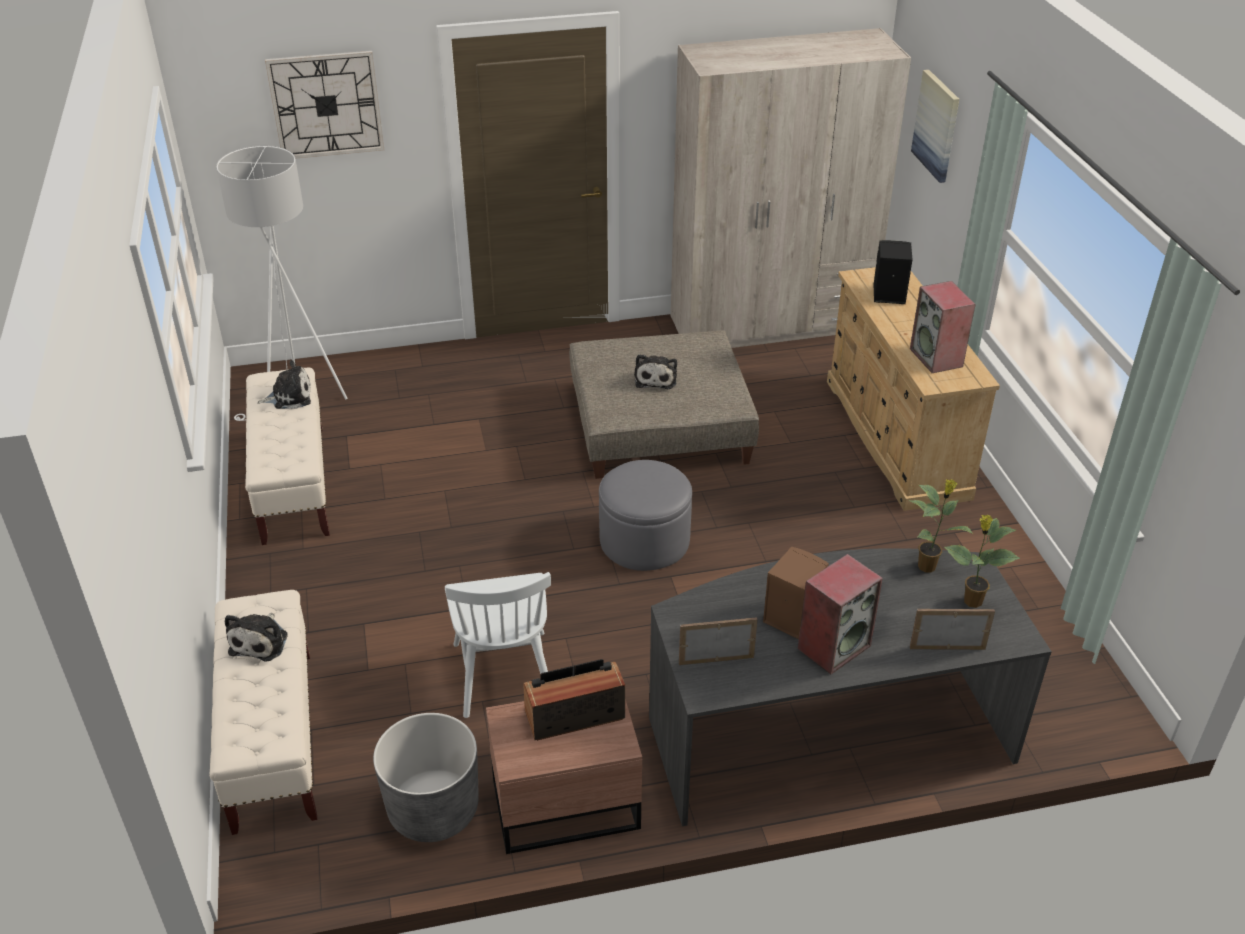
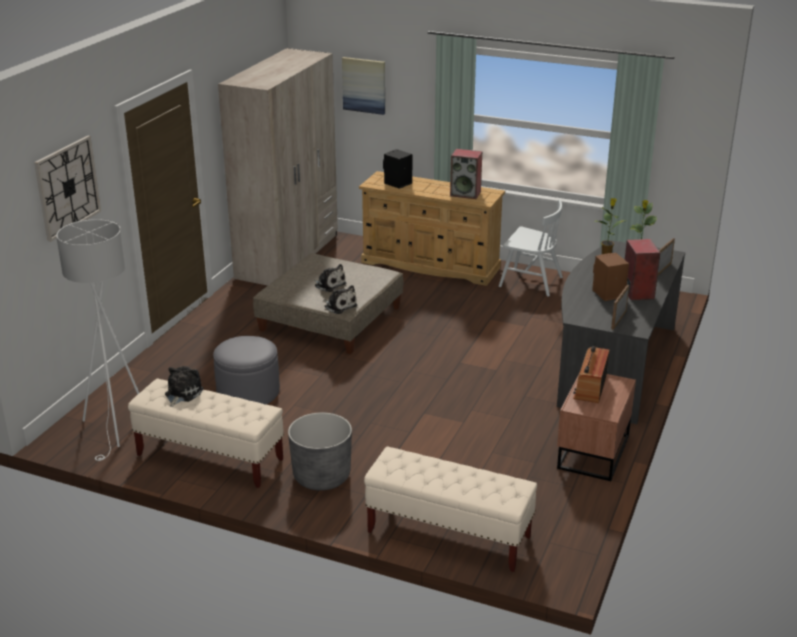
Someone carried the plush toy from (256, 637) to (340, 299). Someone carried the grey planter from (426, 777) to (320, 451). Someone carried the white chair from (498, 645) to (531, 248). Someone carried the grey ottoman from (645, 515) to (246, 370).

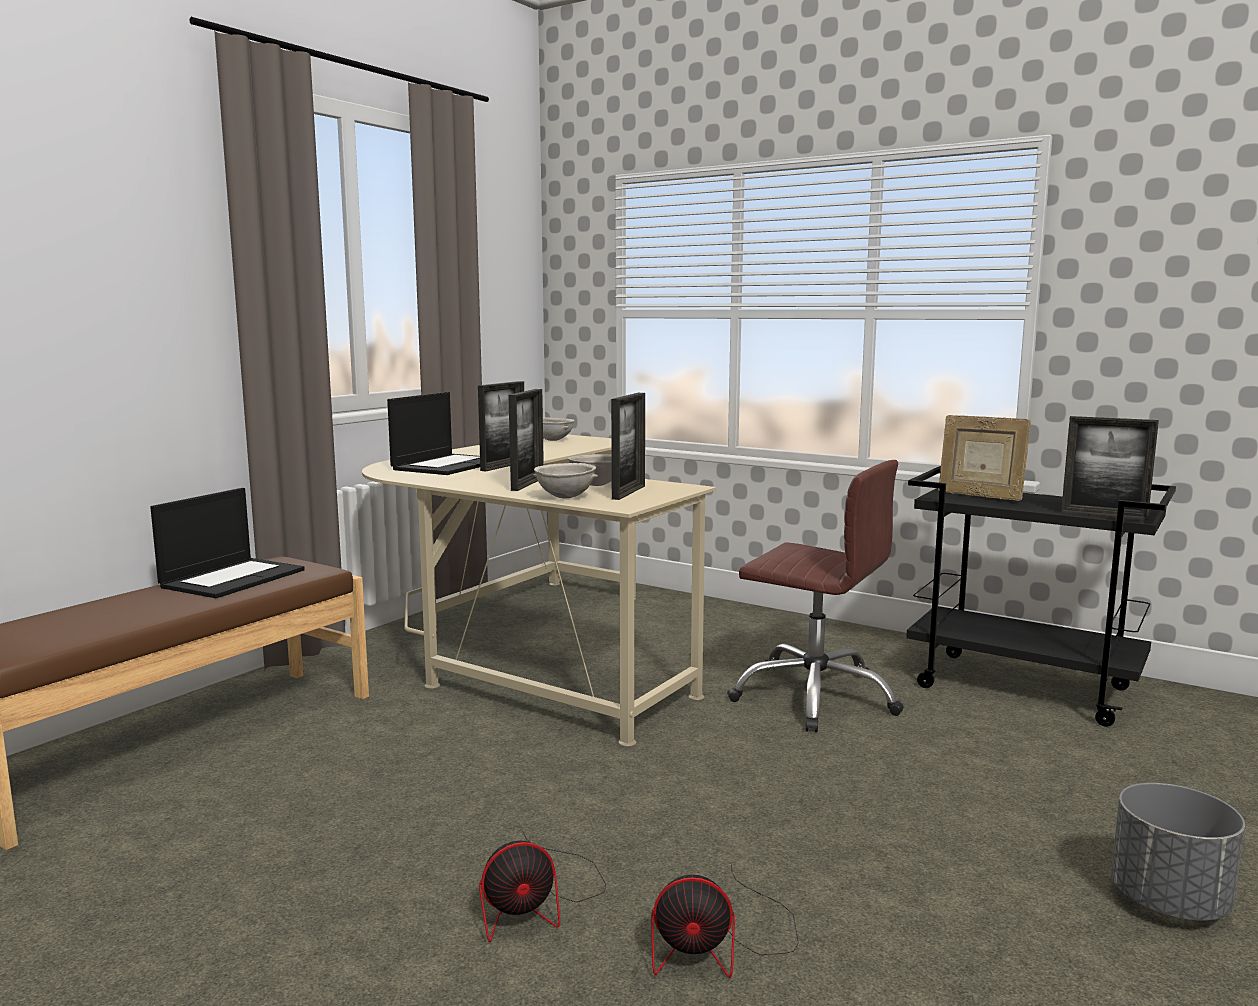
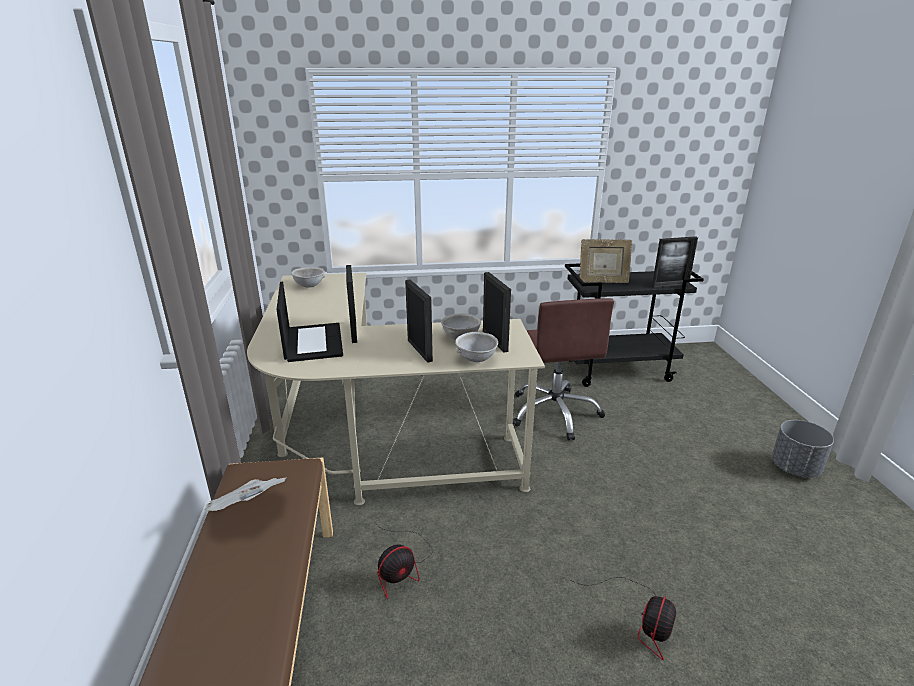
Someone carried the fan from (725, 920) to (403, 560). Someone swapped the laptop at (227, 543) for the newspaper at (246, 494). Someone rotated the brown office chair at (815, 596) by 90 degrees clockwise.

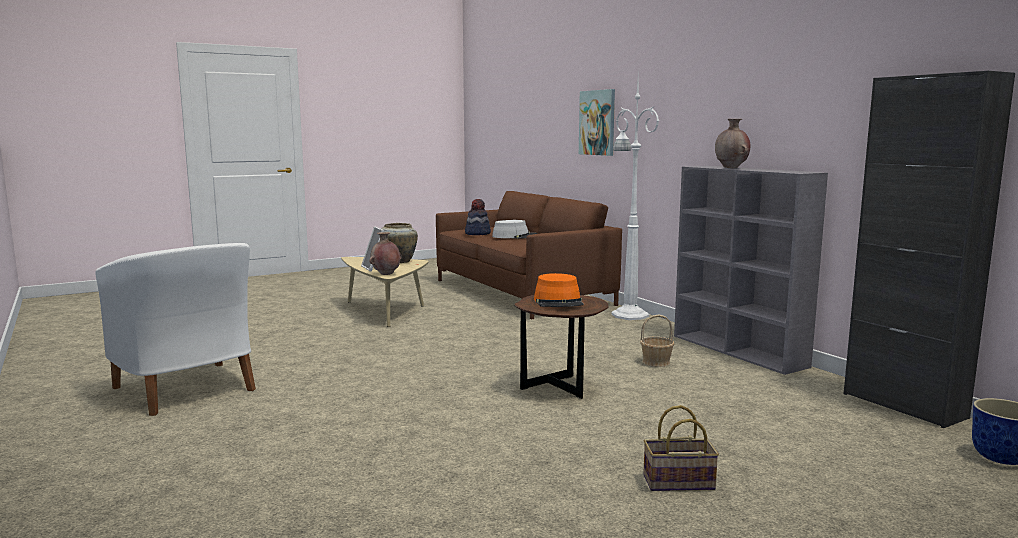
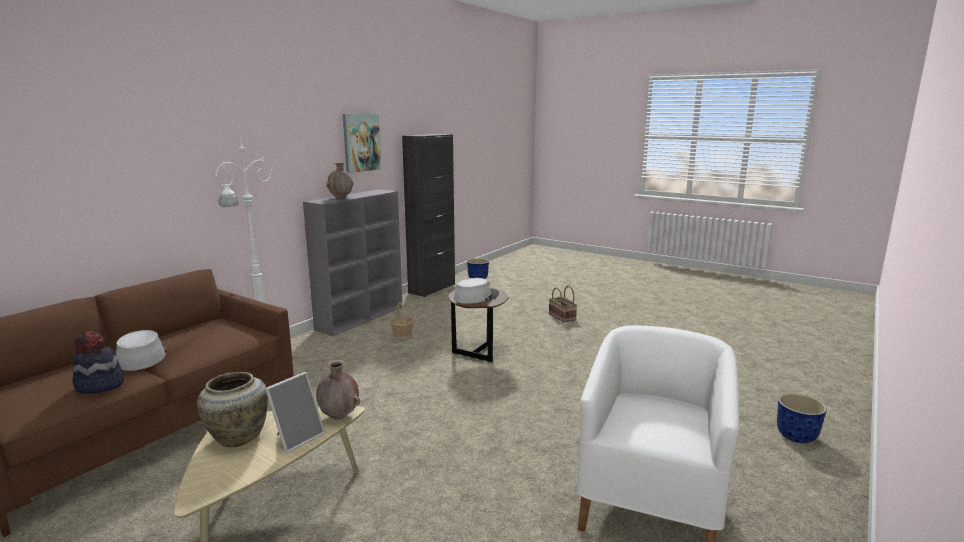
Someone put down the planter at (802, 418). Someone carried the picture from (597, 122) to (362, 143). Someone repainted the orange hat at (559, 290), which became the grey hat at (476, 291).

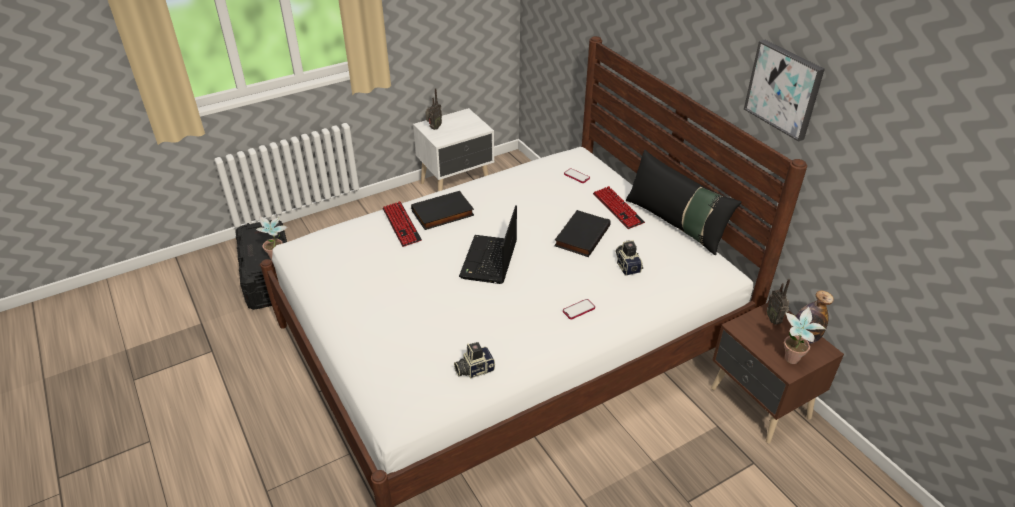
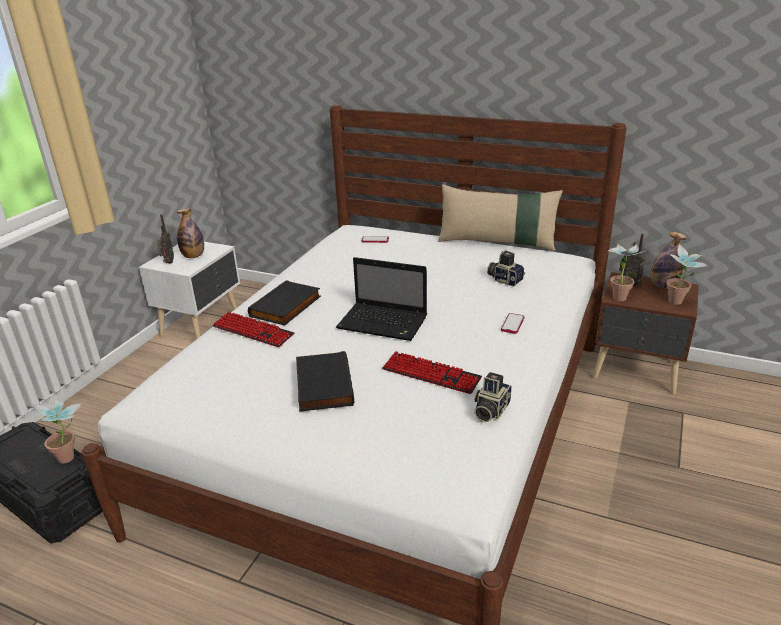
Someone took away the picture at (784, 91). Someone put down the bottle at (190, 233). Someone put down the potted plant at (627, 272). Someone carried the black book from (582, 233) to (325, 381). Someone carried the keyboard from (619, 207) to (432, 372). Someone repainted the black pillow at (683, 202), which became the beige pillow at (500, 217). Someone rotated the laptop at (488, 244) by 45 degrees counterclockwise.

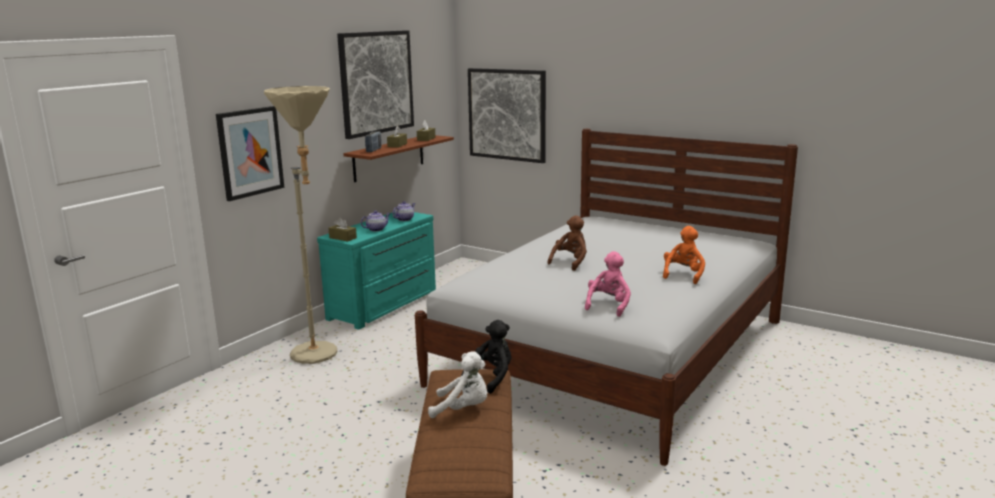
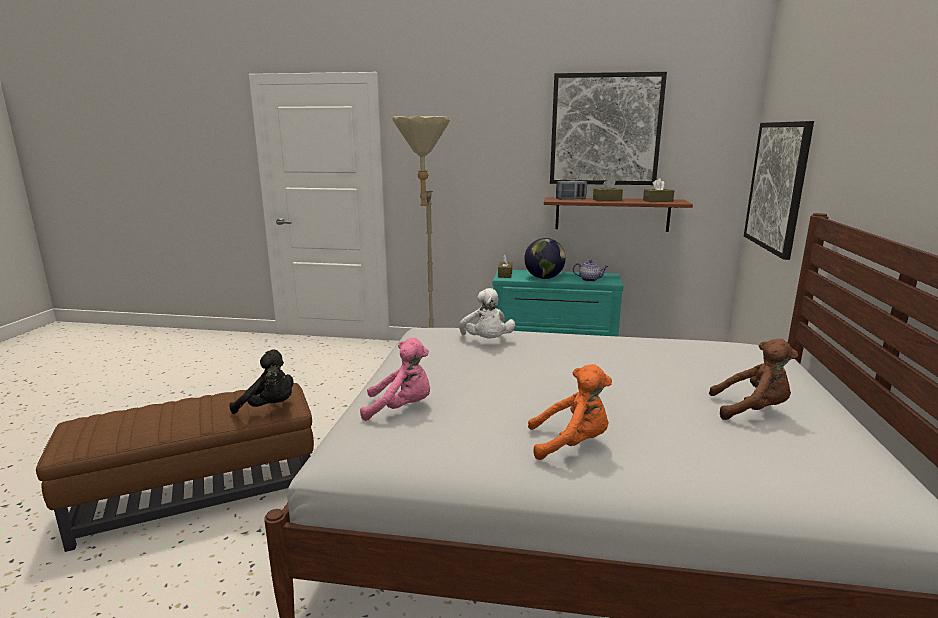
Someone took away the picture at (250, 153). Someone carried the white plush toy from (457, 384) to (487, 313). Someone carried the brown plush toy from (567, 243) to (753, 379). Someone swapped the teapot at (375, 221) for the globe at (545, 258).

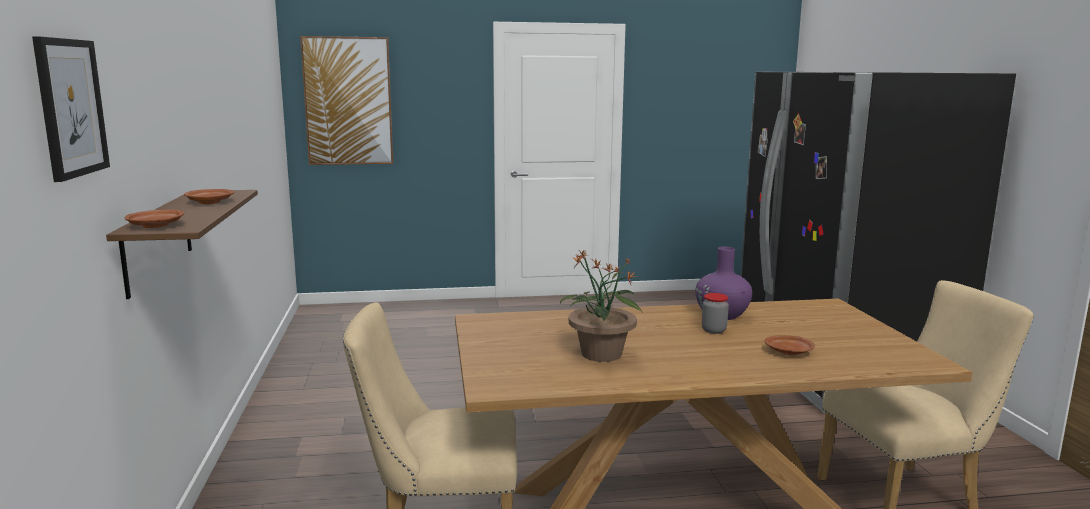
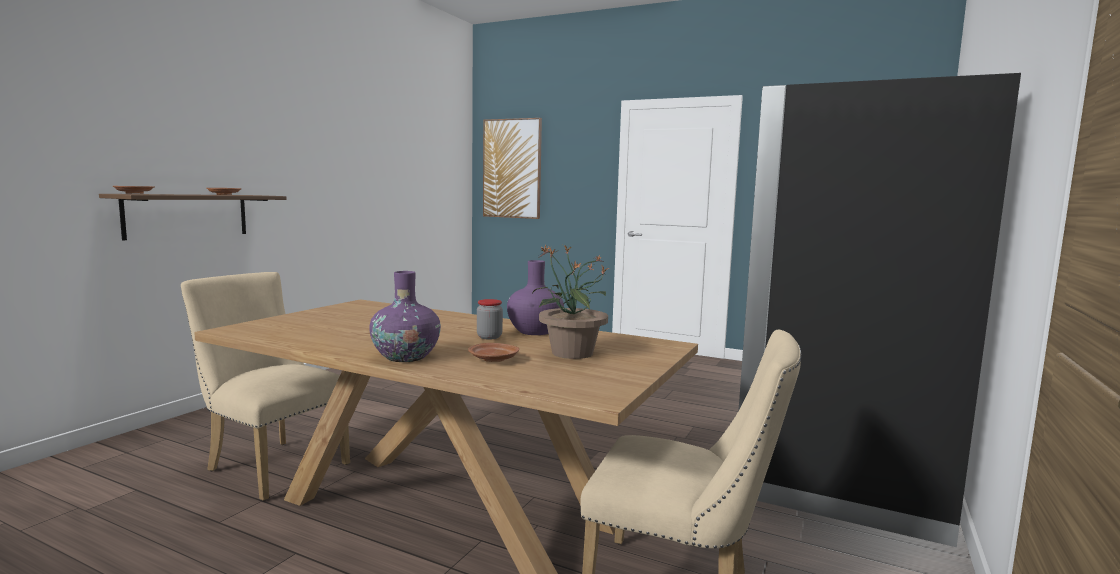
Someone took away the picture at (71, 109). Someone put down the purple vase at (405, 316). Someone carried the potted plant from (601, 305) to (571, 301).

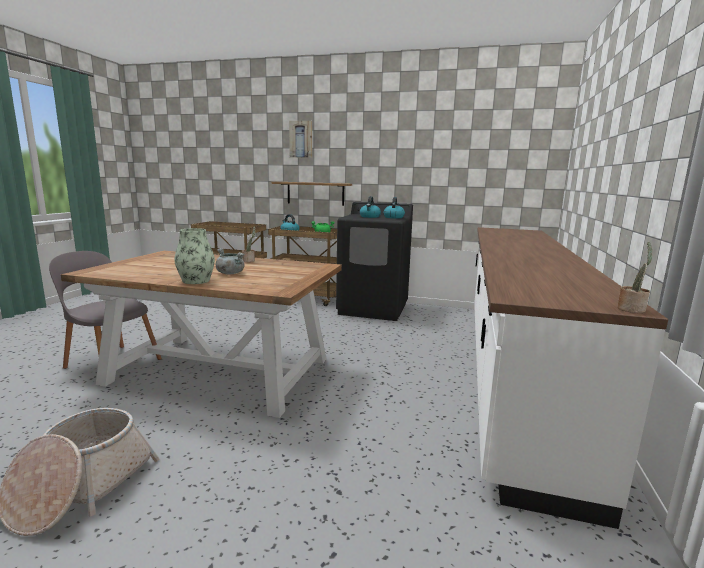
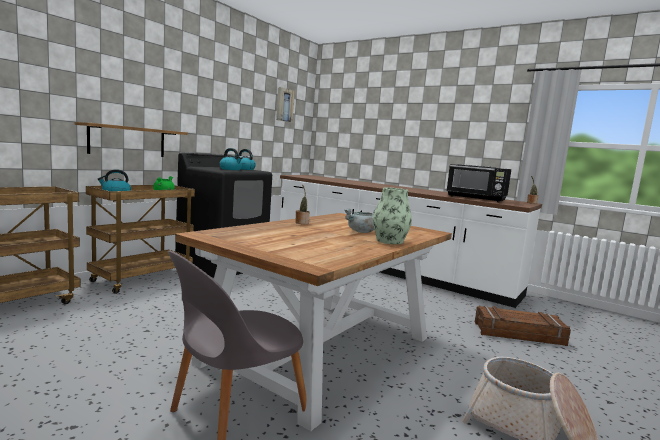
Someone put down the black microwave at (478, 183). Someone put down the crate at (523, 326). Someone carried the picture from (300, 139) to (285, 104).

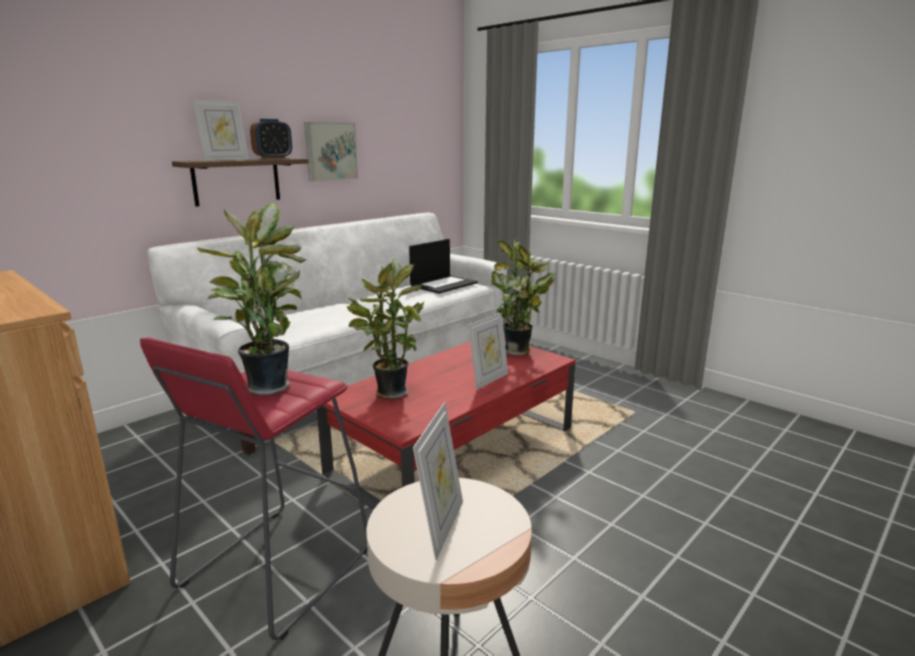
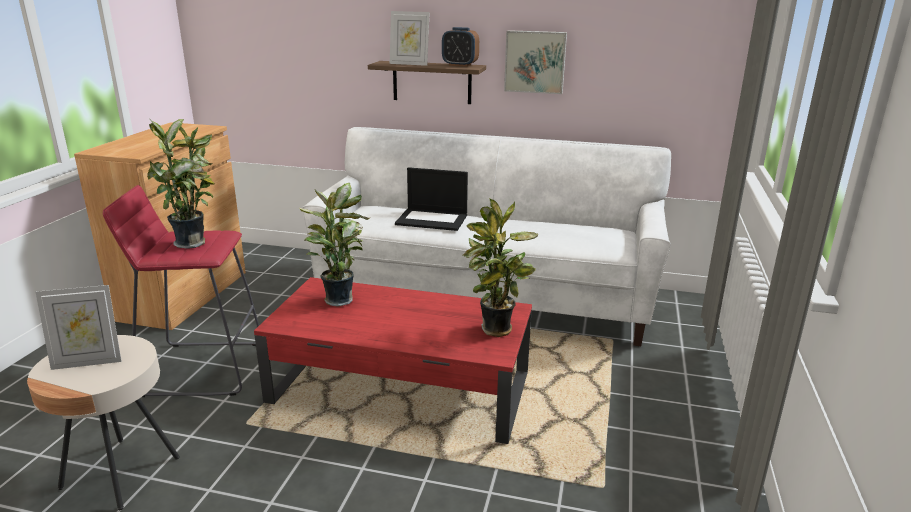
Someone took away the picture frame at (488, 350). Someone carried the laptop from (443, 266) to (431, 199).

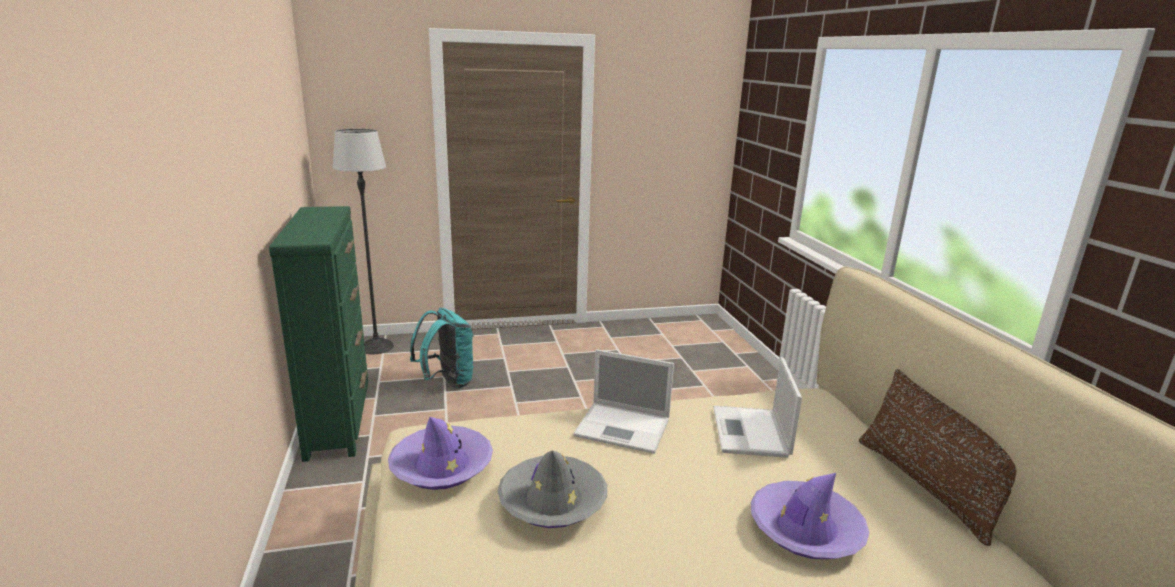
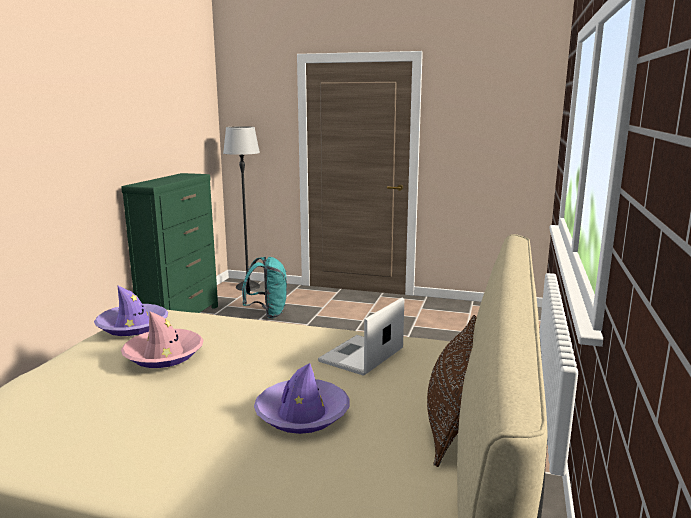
Someone took away the laptop at (623, 401). Someone repainted the grey hat at (552, 489), which became the pink hat at (162, 339).

